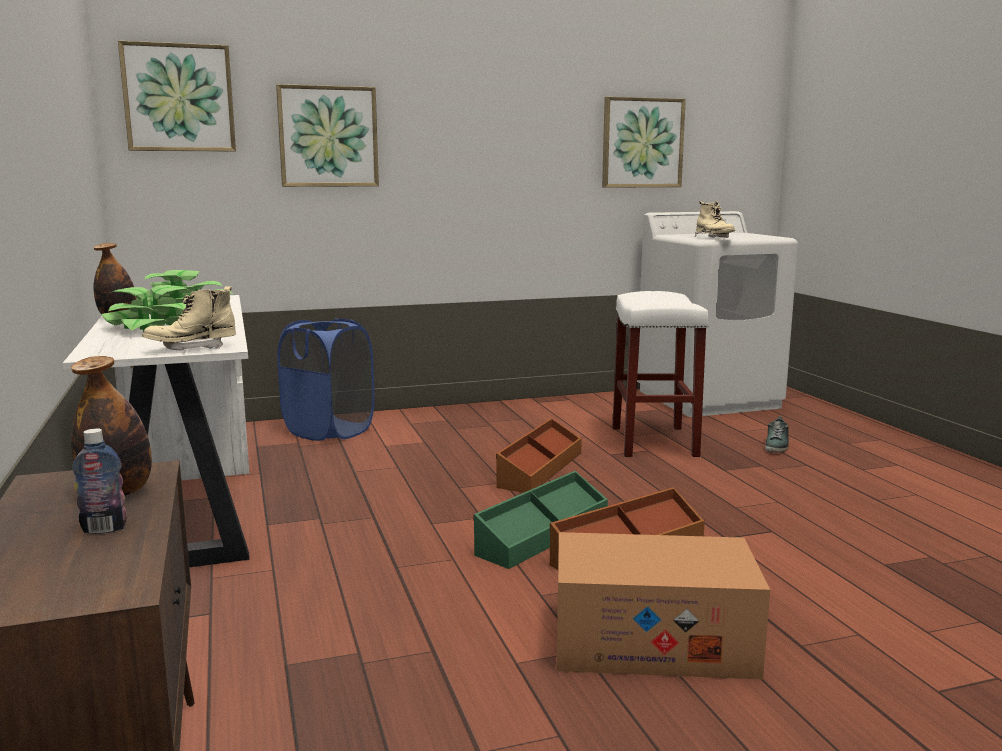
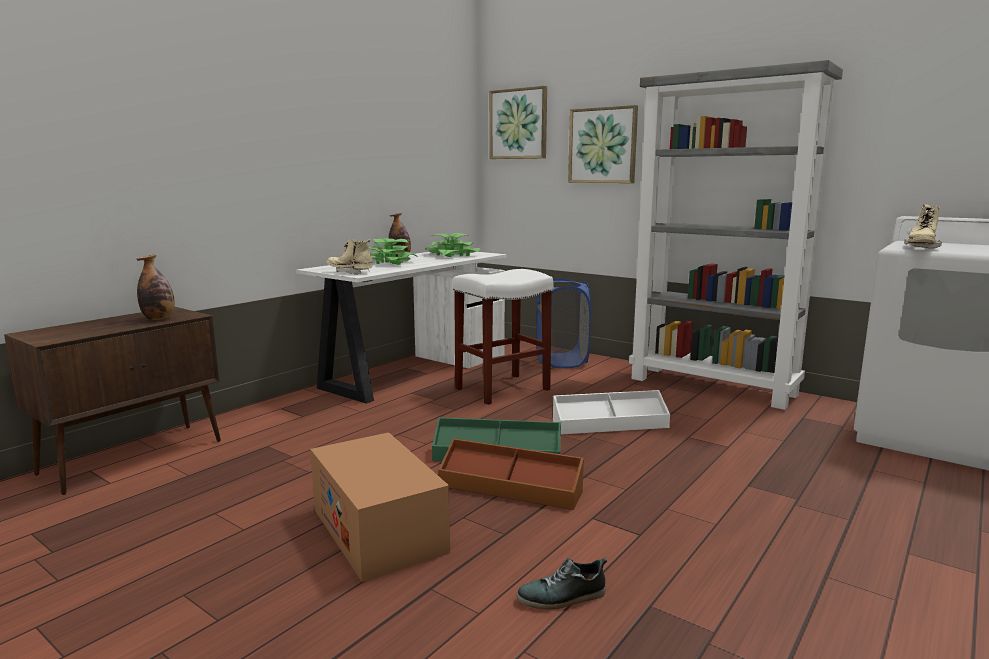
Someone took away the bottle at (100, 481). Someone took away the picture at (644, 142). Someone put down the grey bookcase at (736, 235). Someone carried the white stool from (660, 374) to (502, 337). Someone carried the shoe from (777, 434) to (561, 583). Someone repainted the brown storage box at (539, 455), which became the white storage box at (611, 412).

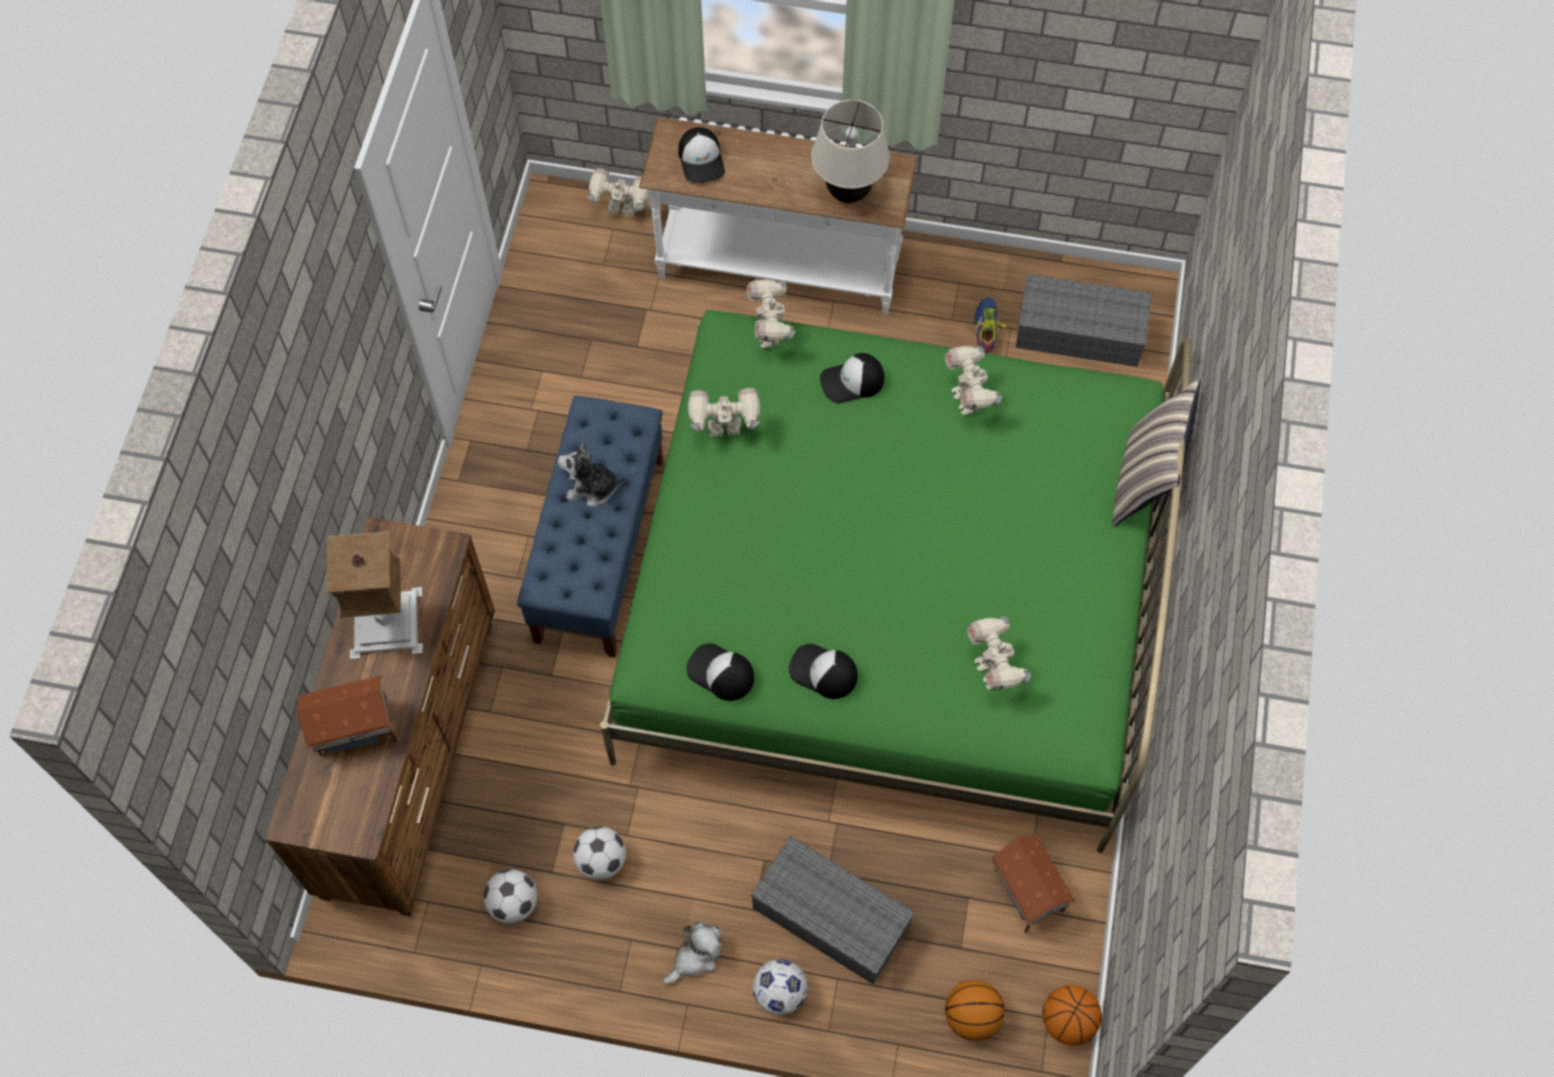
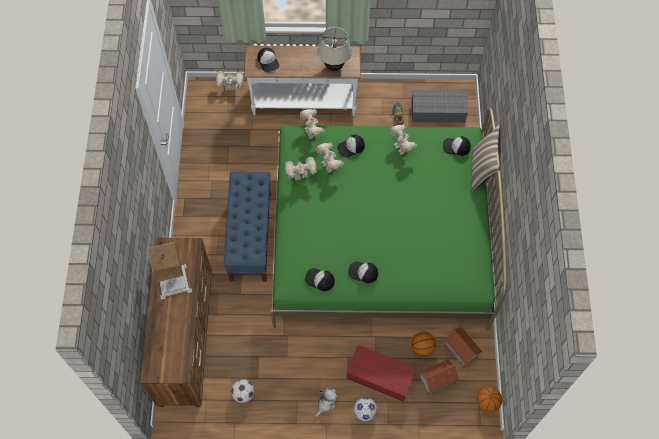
Someone took away the plush toy at (592, 472). Someone took away the football at (599, 853). Someone put down the cap at (457, 146). Someone carried the toy house from (346, 715) to (439, 377). Someone carried the basketball from (975, 1010) to (423, 344). Someone carried the toy robot from (999, 653) to (330, 157). Someone repainted the grey storage box at (833, 910), which became the red storage box at (381, 373).

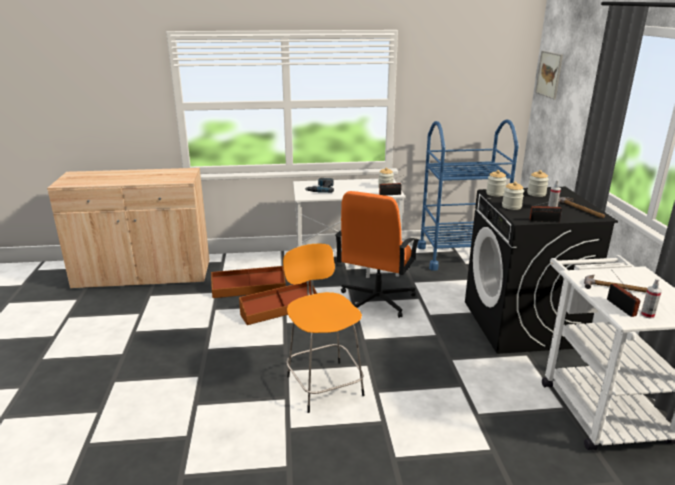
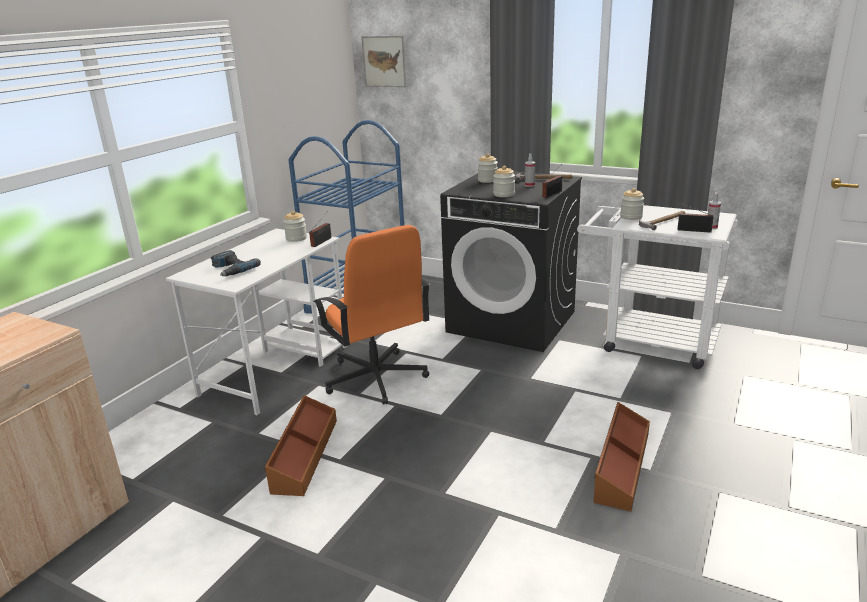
Someone took away the orange stool at (324, 328). Someone carried the brown storage box from (248, 282) to (621, 456). Someone carried the jar from (496, 183) to (632, 204).

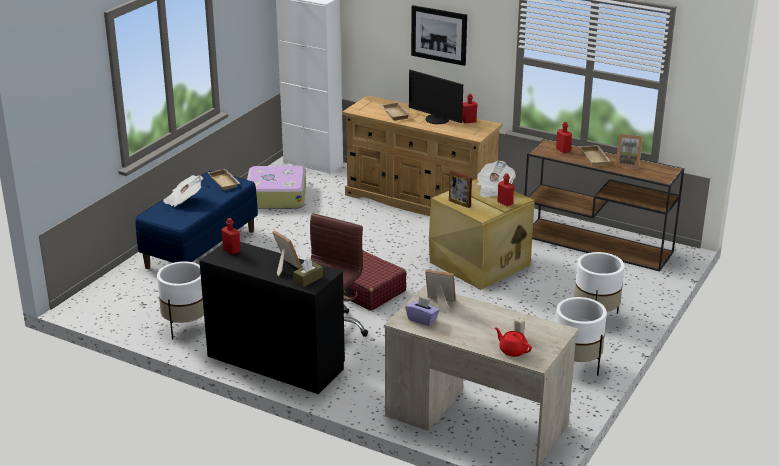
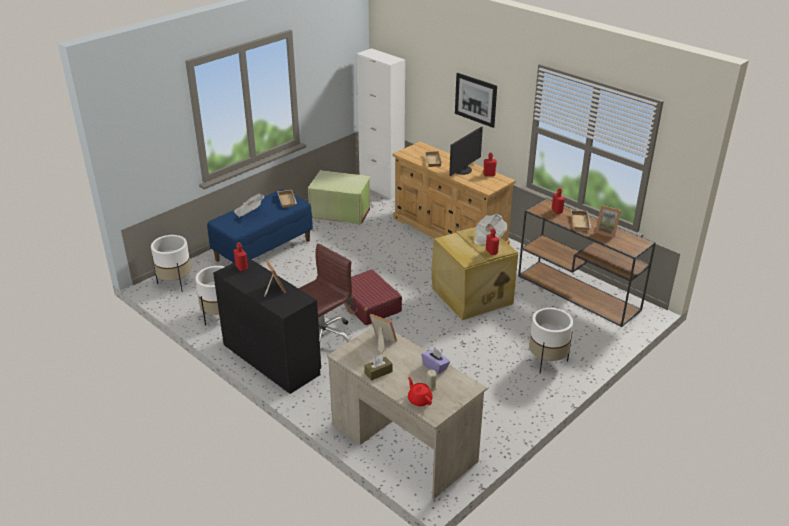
Someone took away the picture frame at (460, 189). Someone carried the brown tissue box from (308, 272) to (378, 368). Someone carried the purple tissue box from (422, 311) to (435, 361). Someone carried the white planter from (581, 336) to (171, 263). Someone swapped the suitcase at (276, 187) for the green storage box at (339, 197). Someone rotated the monitor at (436, 97) by 105 degrees counterclockwise.

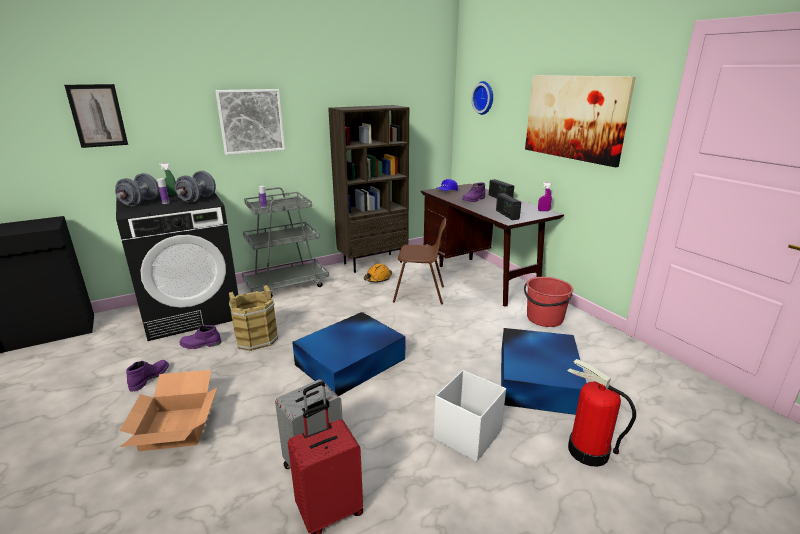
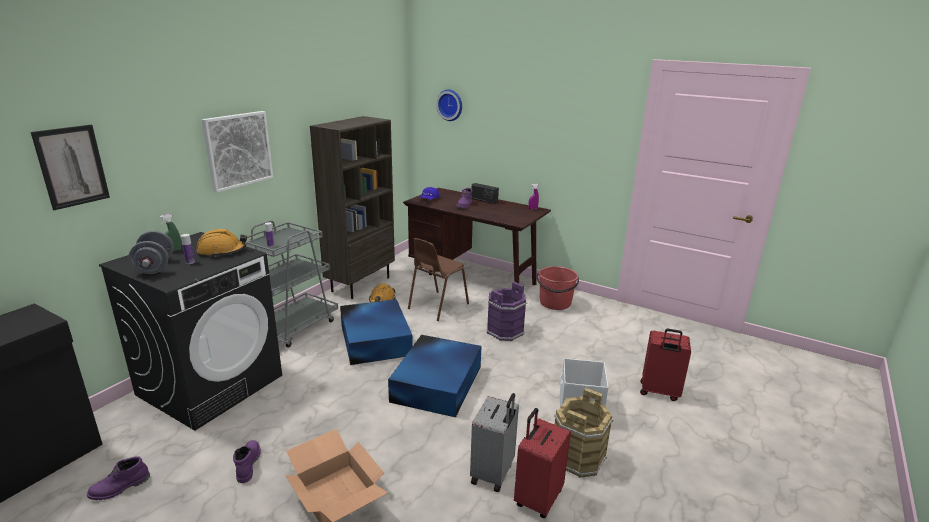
Someone took away the radio at (508, 206). Someone took away the picture at (580, 121). Someone put down the purple bucket at (507, 311). Someone carried the purple boot from (201, 337) to (118, 478). Someone carried the brown bucket from (254, 318) to (583, 433). Someone carried the blue storage box from (544, 371) to (376, 332). Someone swapped the grey dumbbell at (195, 187) for the orange hard hat at (222, 243). Someone swapped the fire extinguisher at (601, 413) for the red suitcase at (665, 365). Someone rotated the brown chair at (419, 261) by 150 degrees clockwise.

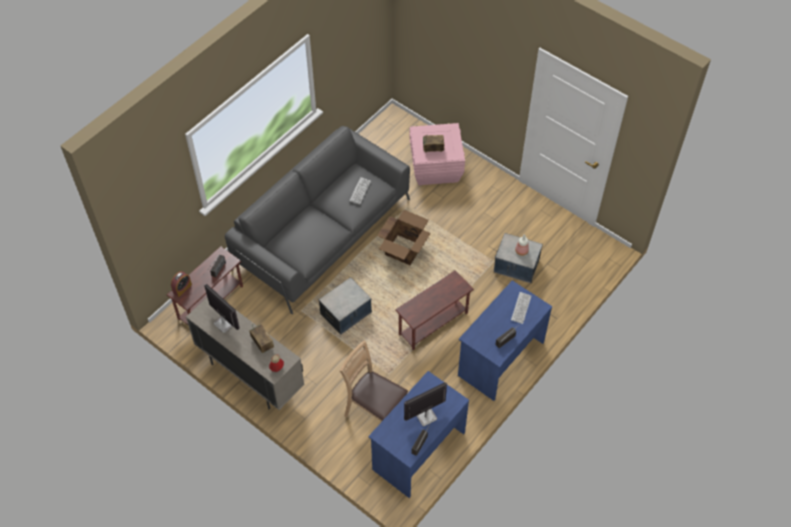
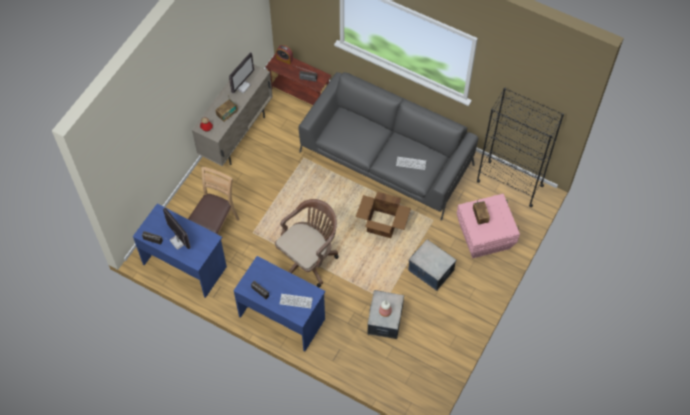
Someone put down the black bookcase at (520, 147). Someone carried the storage box from (345, 306) to (432, 265). Someone swapped the brown side table at (434, 310) for the brown office chair at (307, 243).

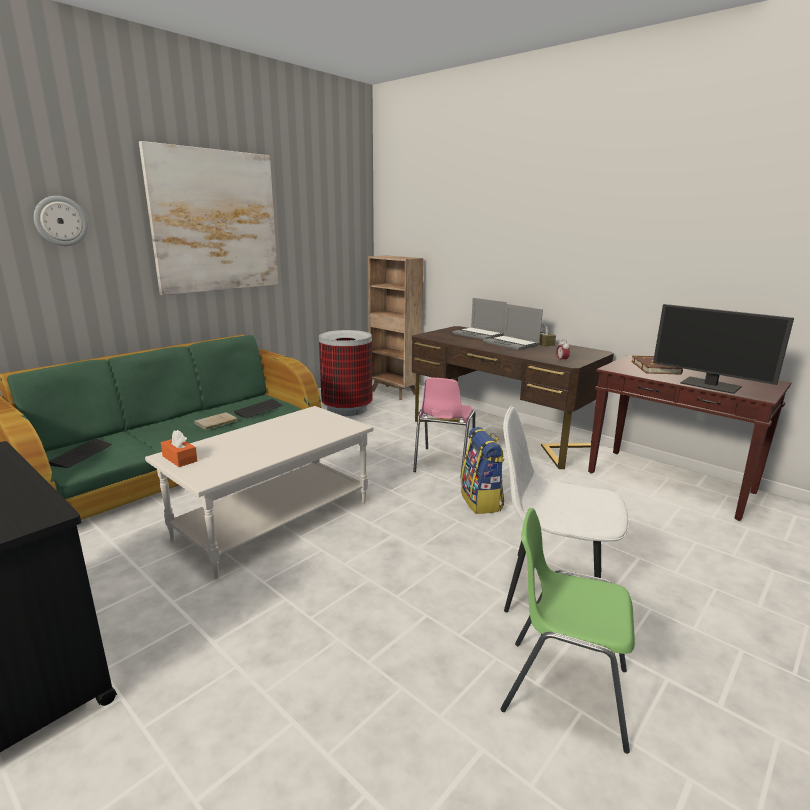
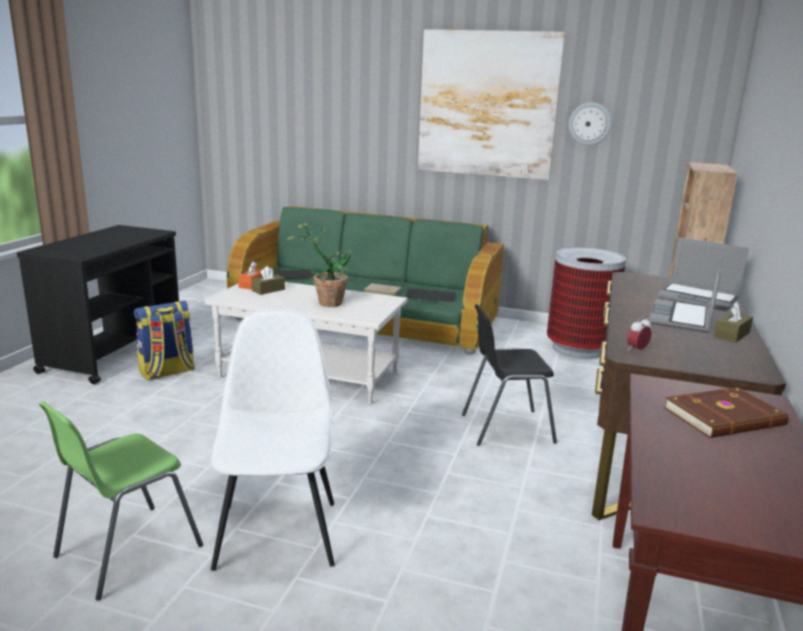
Someone took away the monitor at (723, 349). Someone put down the brown tissue box at (268, 280). Someone put down the potted plant at (320, 264). Someone carried the wall clock from (61, 221) to (590, 124). Someone carried the backpack from (483, 470) to (164, 340). Someone repainted the pink chair at (444, 428), which became the black chair at (509, 375). Someone rotated the laptop at (479, 319) by 75 degrees counterclockwise. Someone rotated the green chair at (568, 631) by 135 degrees counterclockwise.

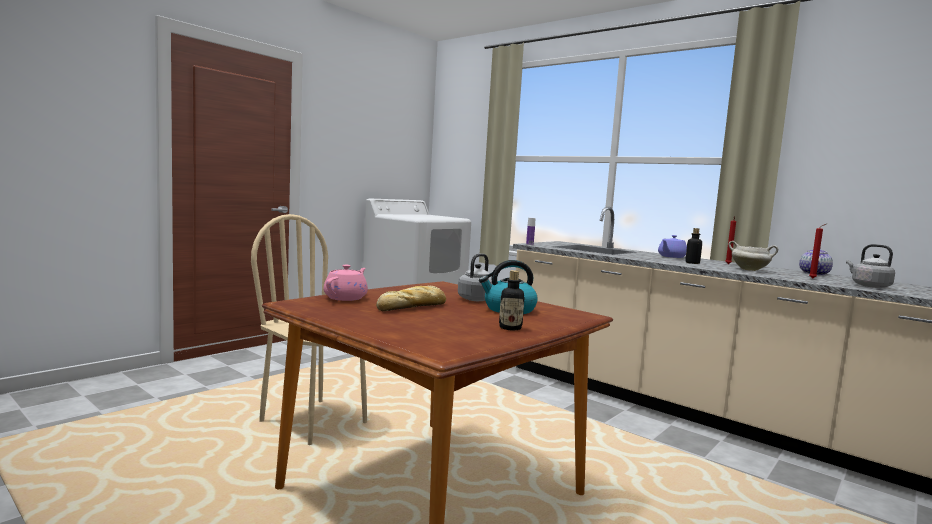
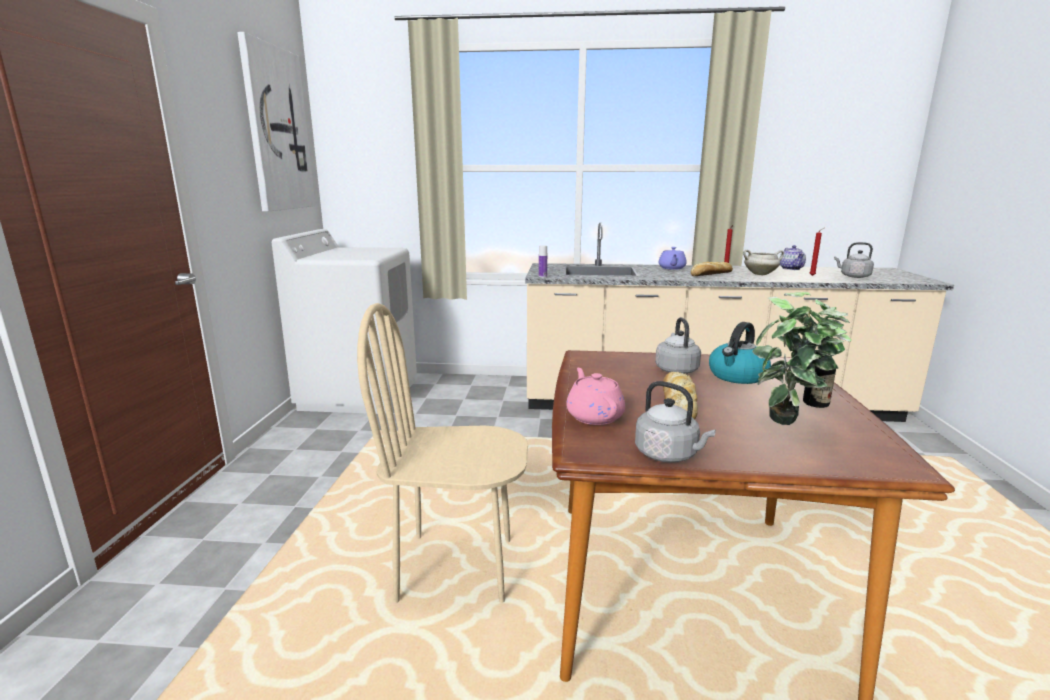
Someone put up the picture at (276, 122). Someone put down the grey kettle at (675, 422). Someone put down the potted plant at (802, 358). Someone swapped the bottle at (693, 246) for the bread at (712, 269).

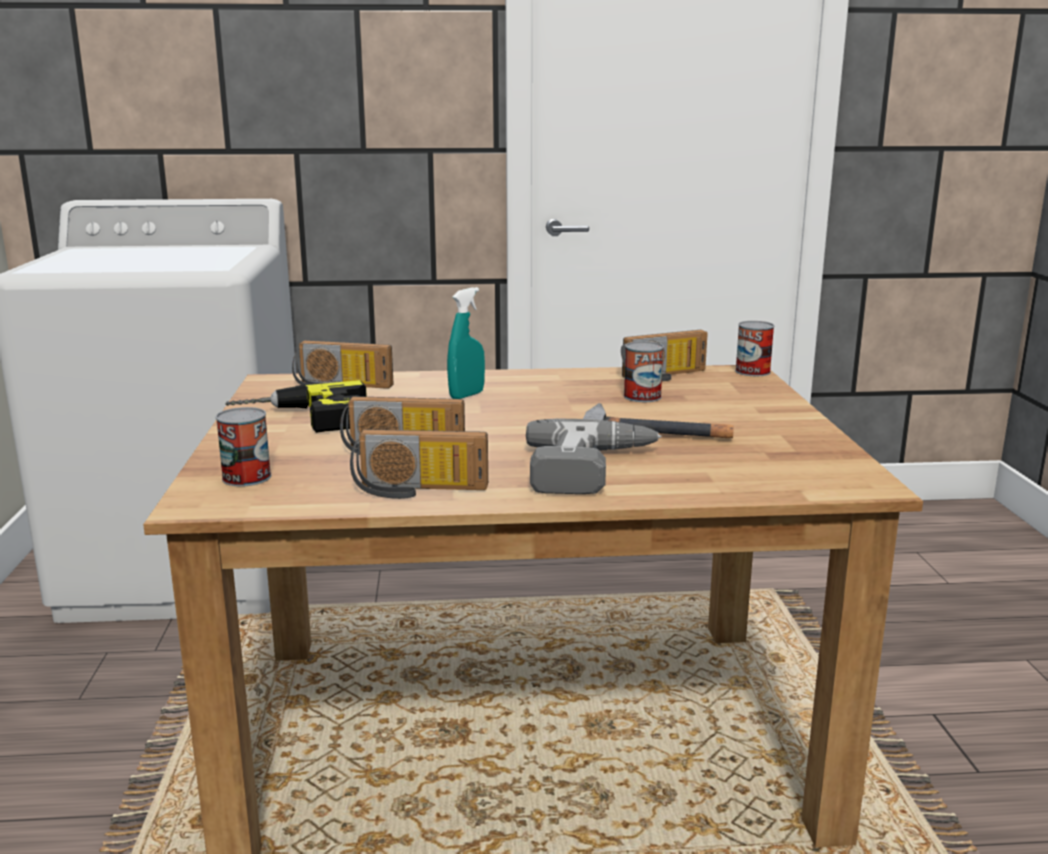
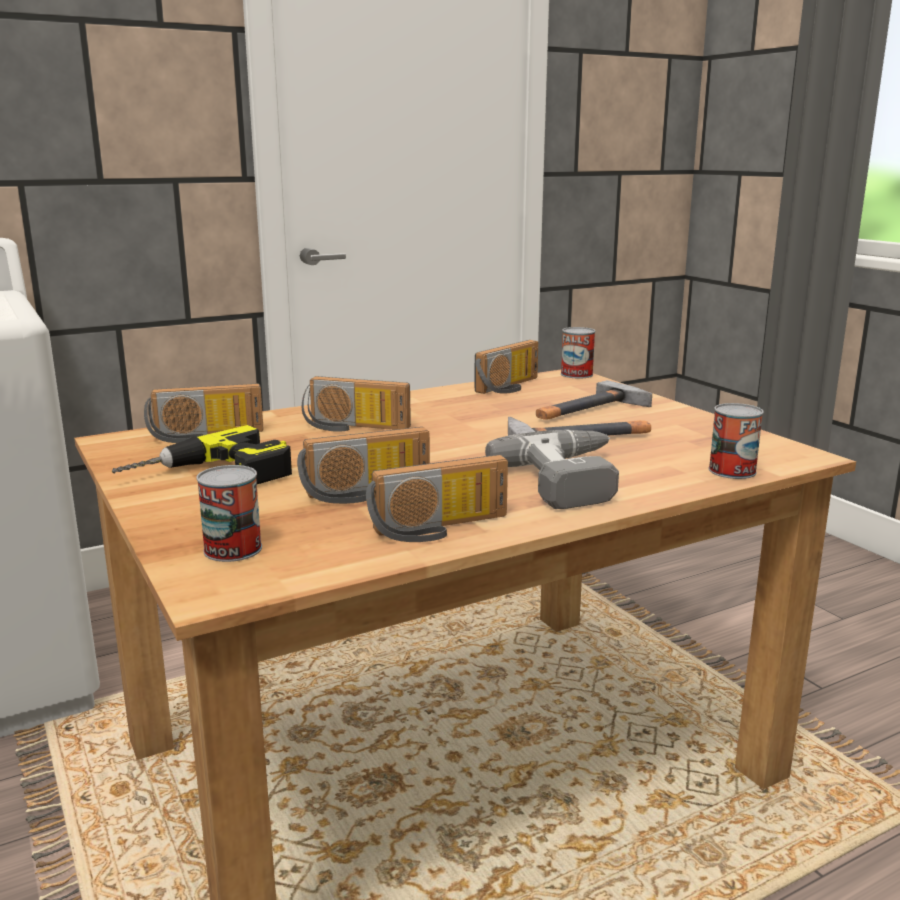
Someone put down the hammer at (594, 400). Someone carried the can from (644, 371) to (736, 441). Someone swapped the turquoise spray bottle at (466, 343) for the radio at (356, 404).

